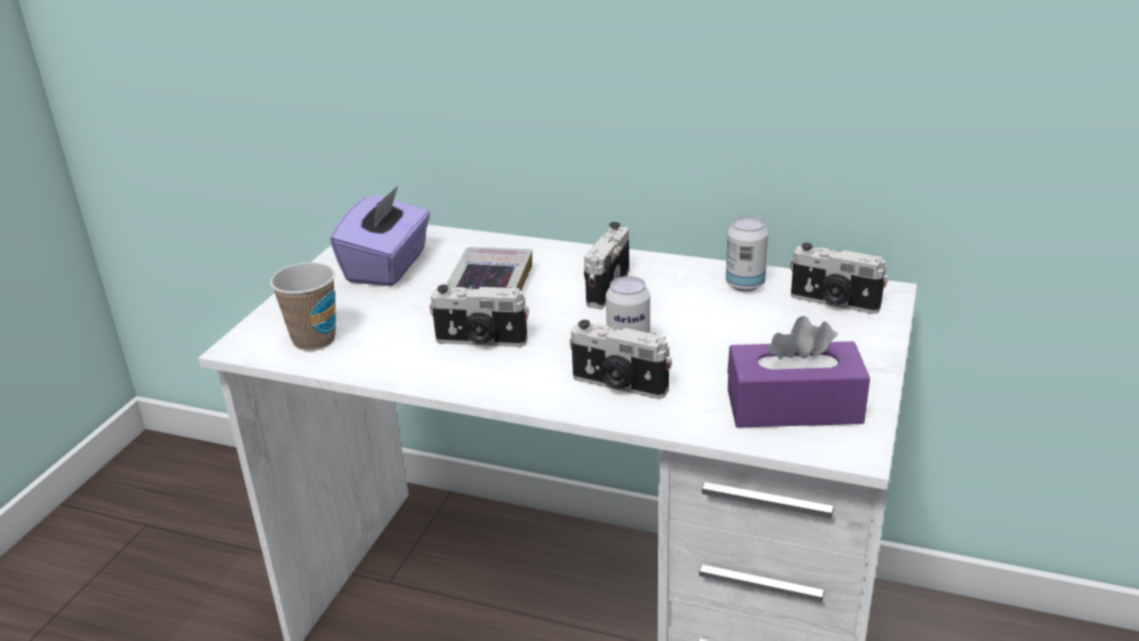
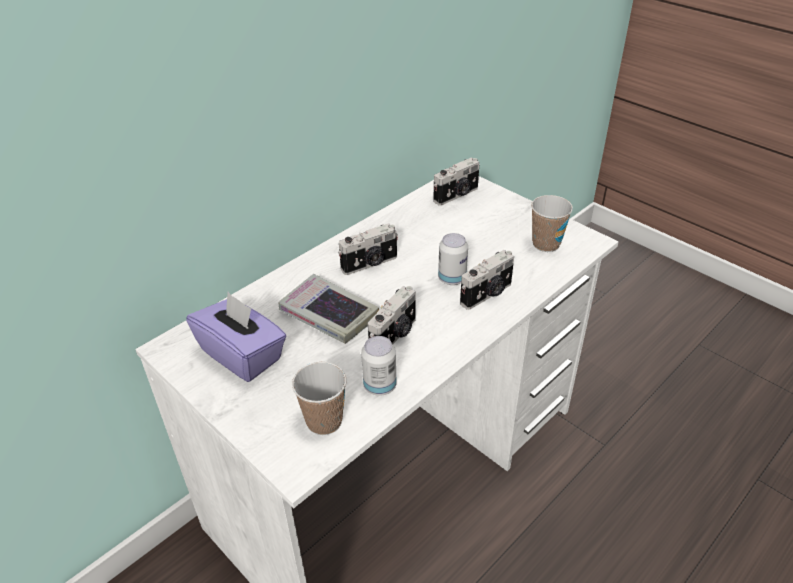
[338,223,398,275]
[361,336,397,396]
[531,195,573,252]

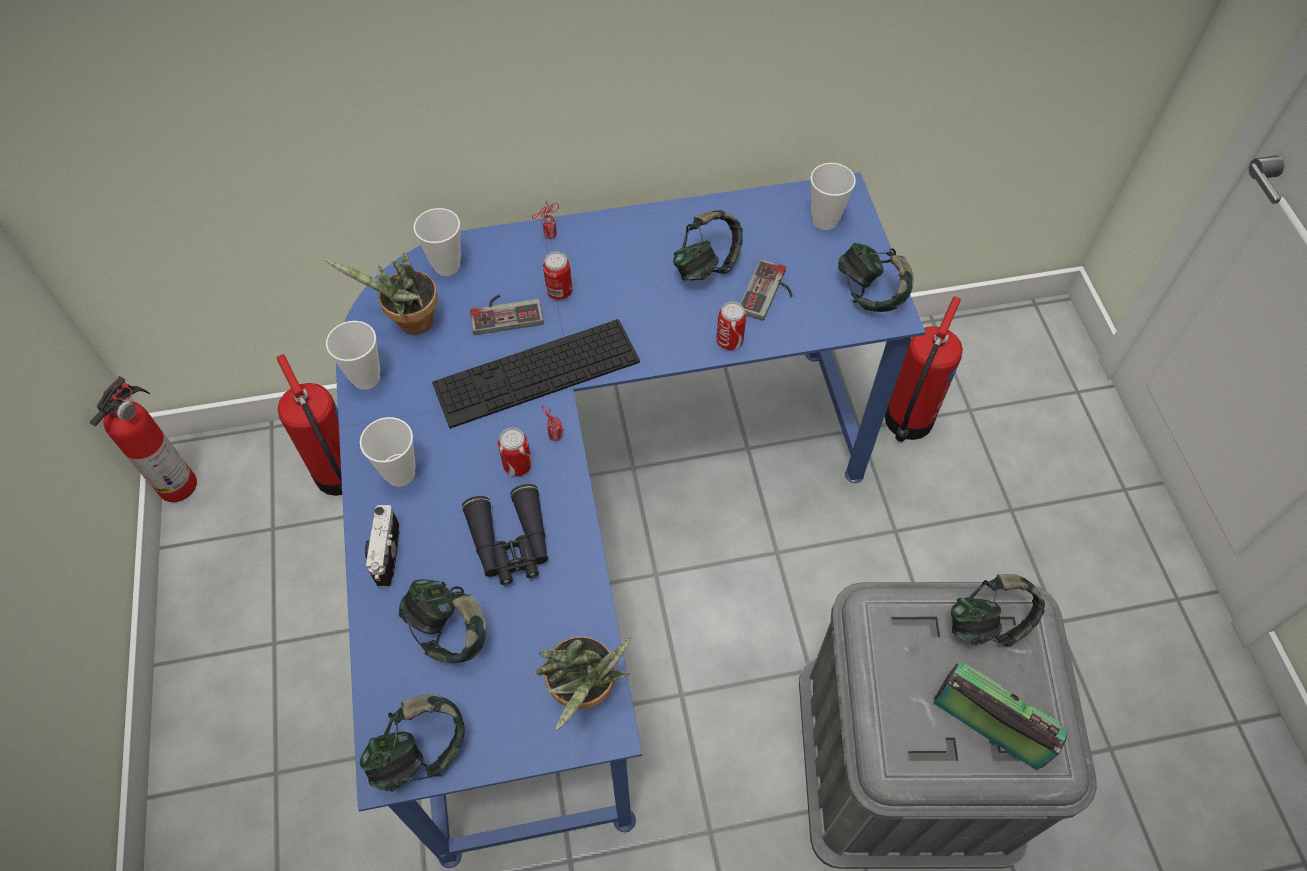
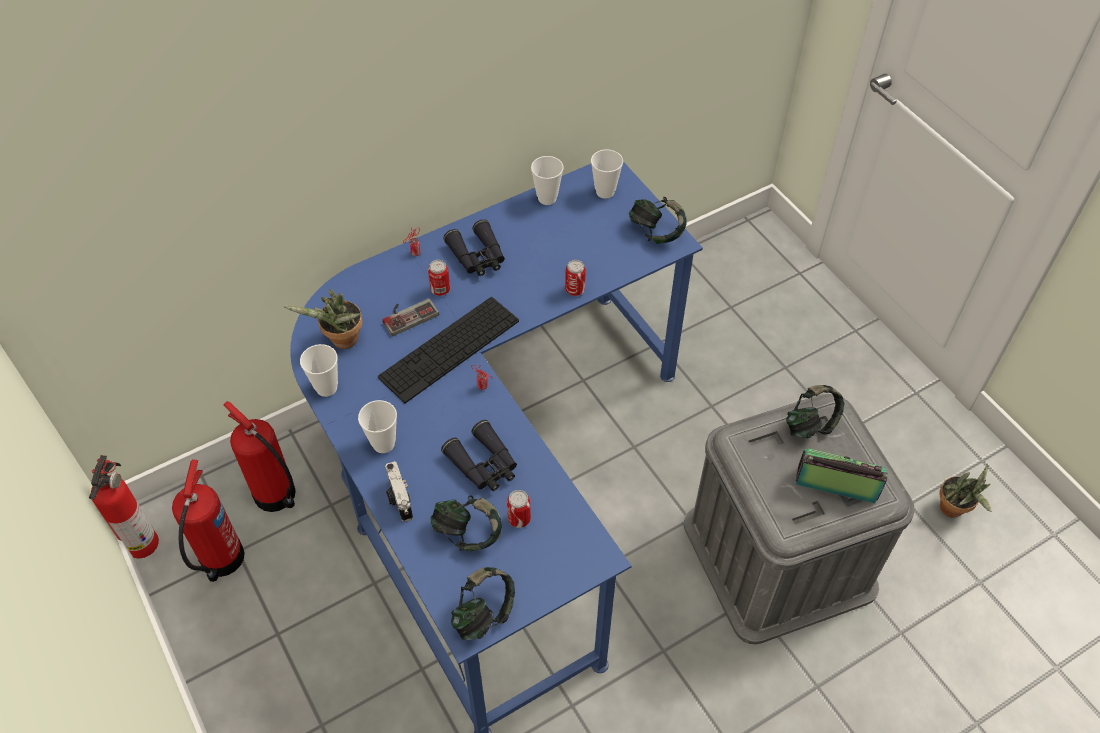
[531,156,564,205]
[507,490,531,528]
[939,464,991,518]
[673,210,743,280] (first image)
[740,259,793,321] (first image)
[172,459,245,582]
[444,219,505,276]

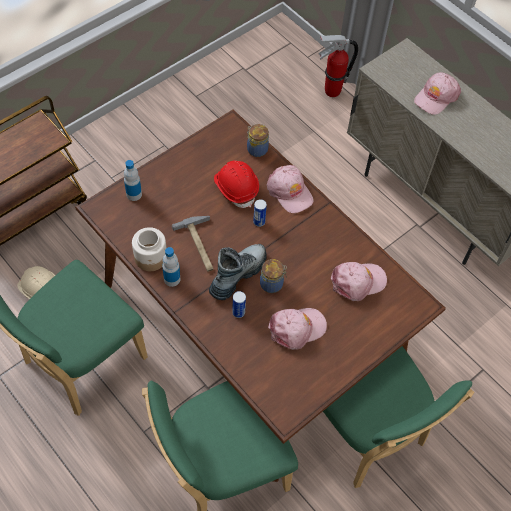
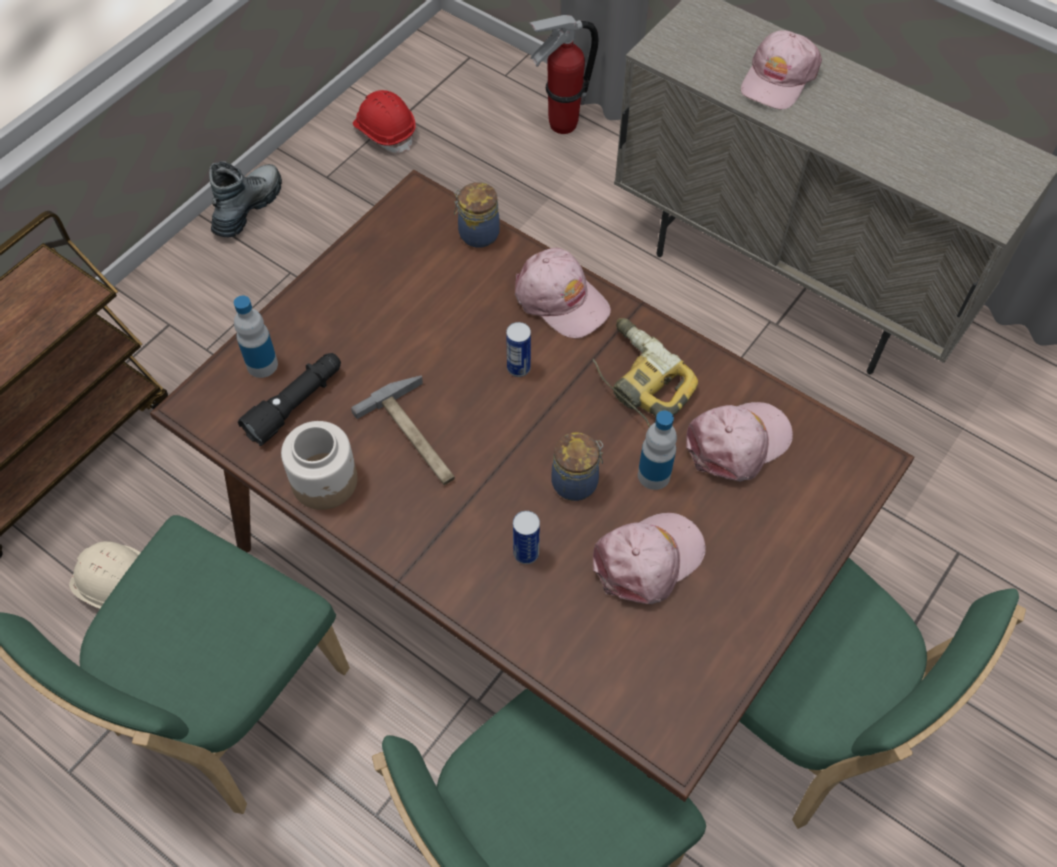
[638,410,677,490]
[209,161,282,237]
[353,90,416,153]
[238,353,341,446]
[592,318,698,427]

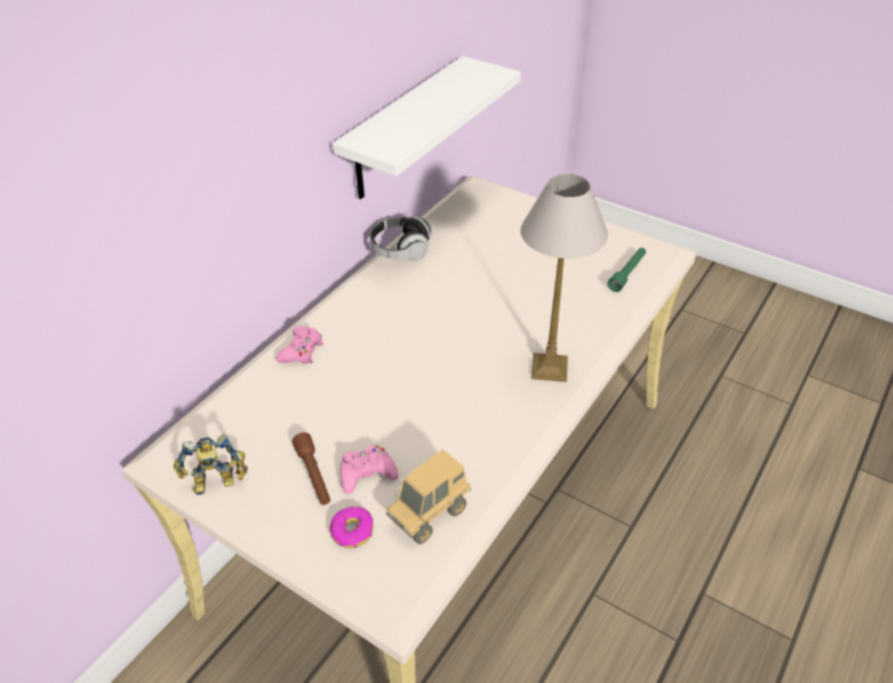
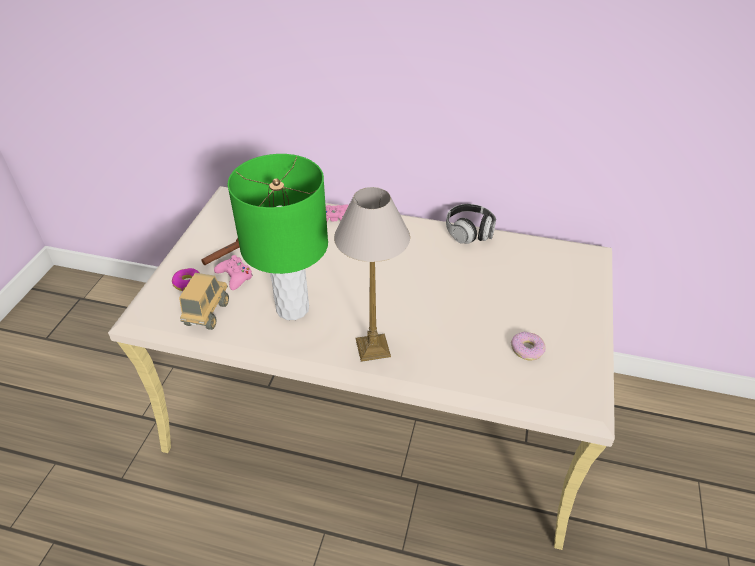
[174,434,248,495] (first image)
[333,56,521,199] (first image)
[179,273,229,330]
[607,248,646,292] (first image)
[227,154,328,320]
[511,332,546,361]

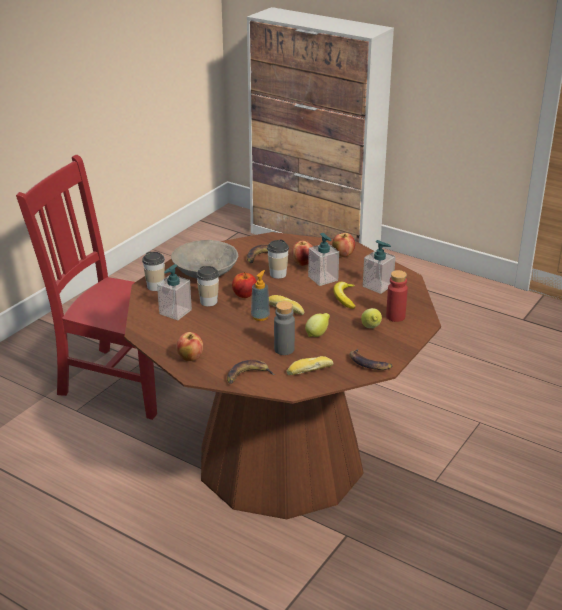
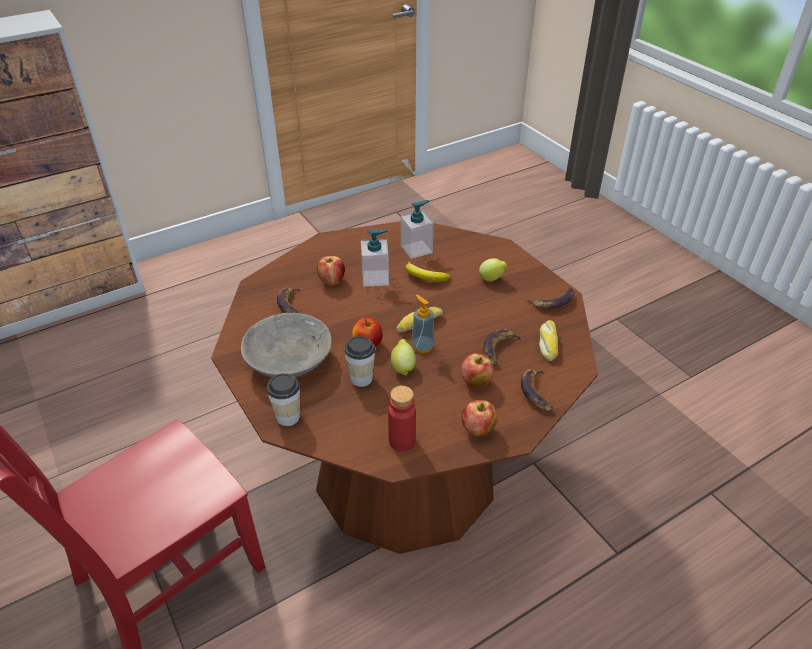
[157,264,192,320] (first image)
[267,240,289,279] (first image)
[483,329,524,366]
[391,339,416,376]
[461,353,494,388]
[388,386,416,451]

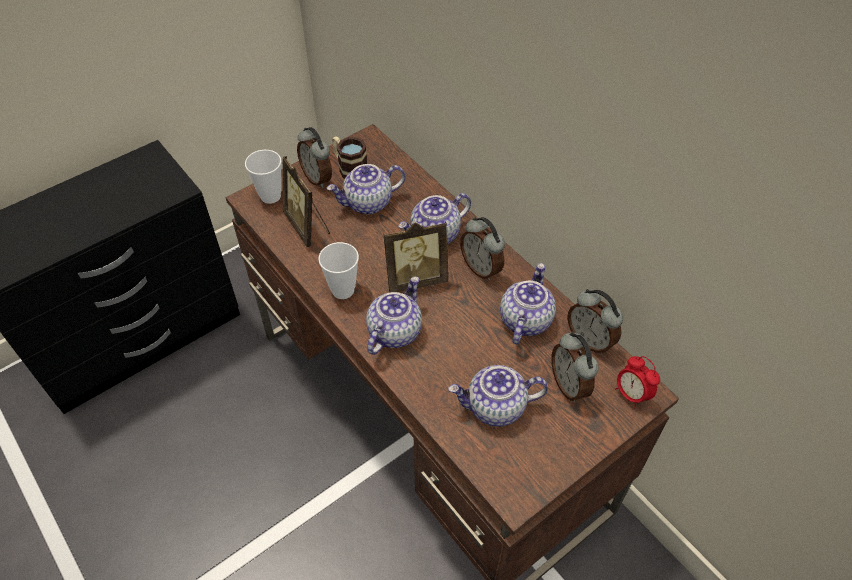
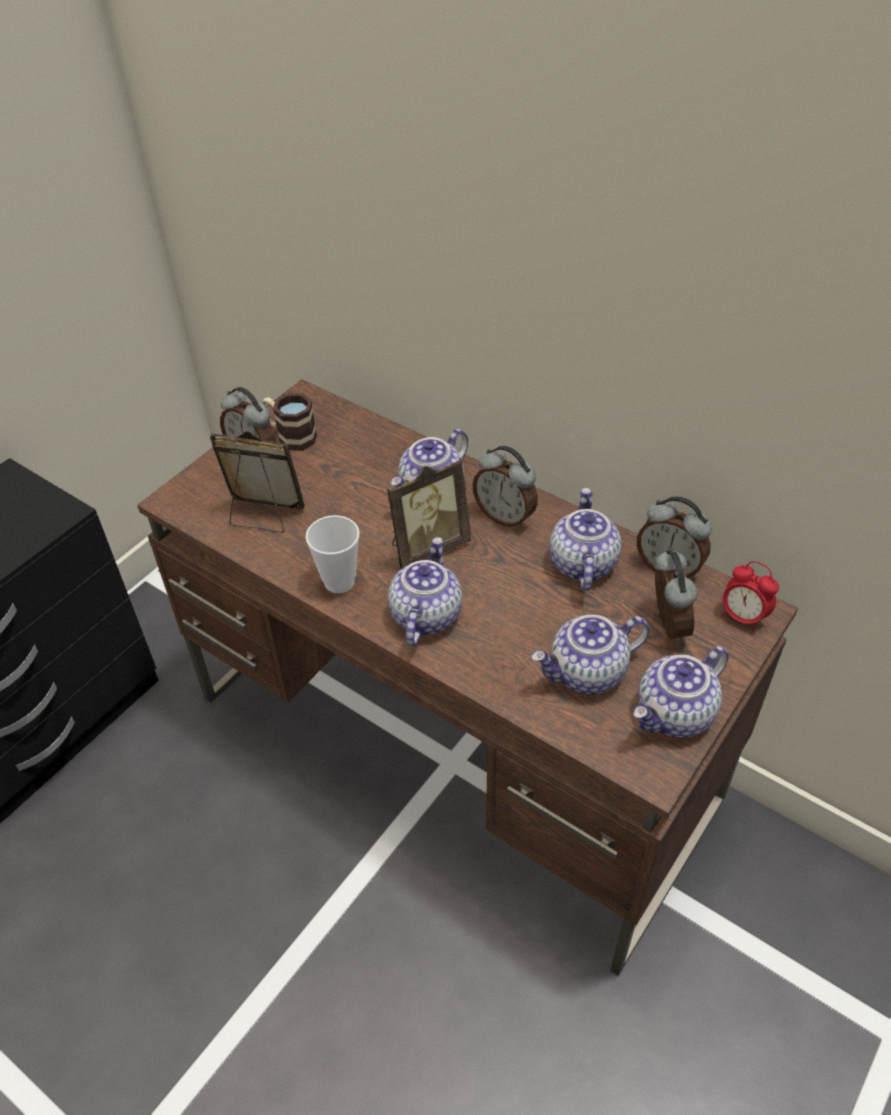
[245,150,282,204] (first image)
[210,431,305,533]
[633,646,729,738]
[655,549,697,643]

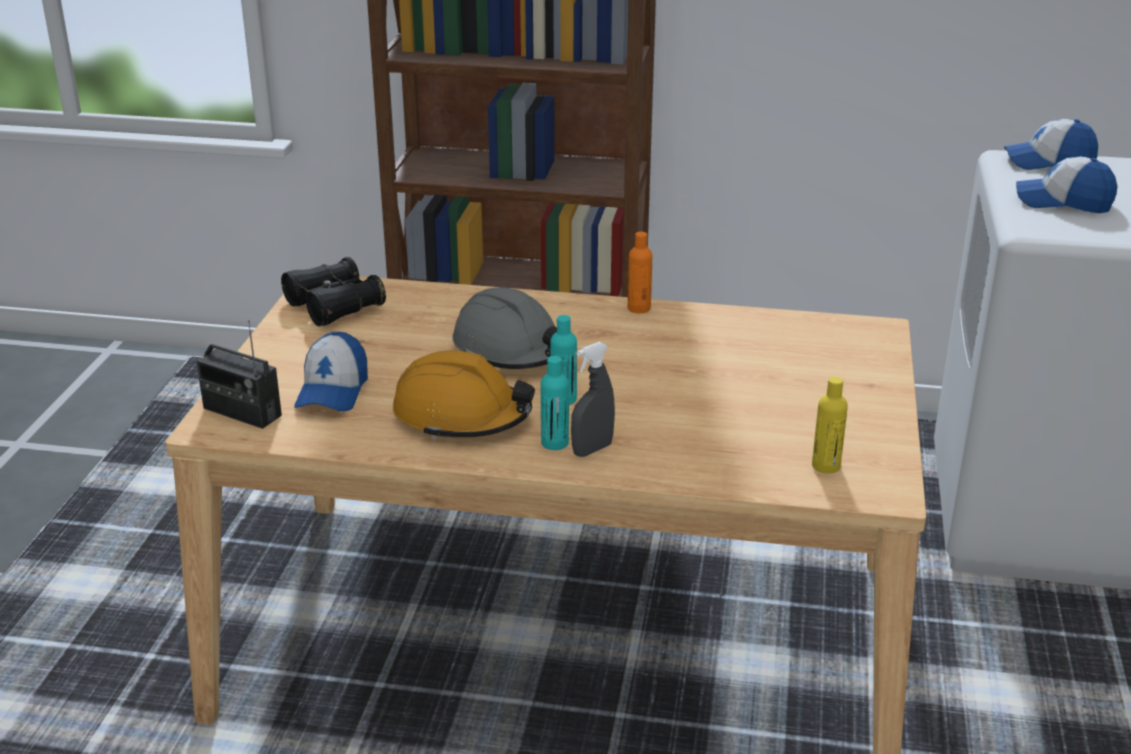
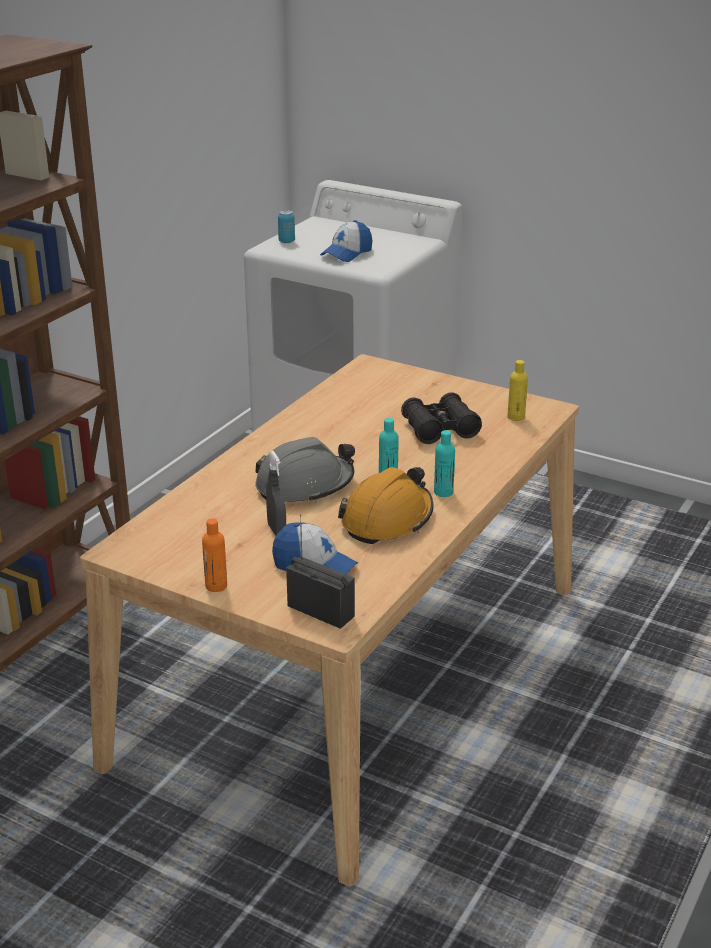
[286,515,355,629]
[401,392,482,444]
[266,451,286,536]
[202,518,227,592]
[278,210,295,243]

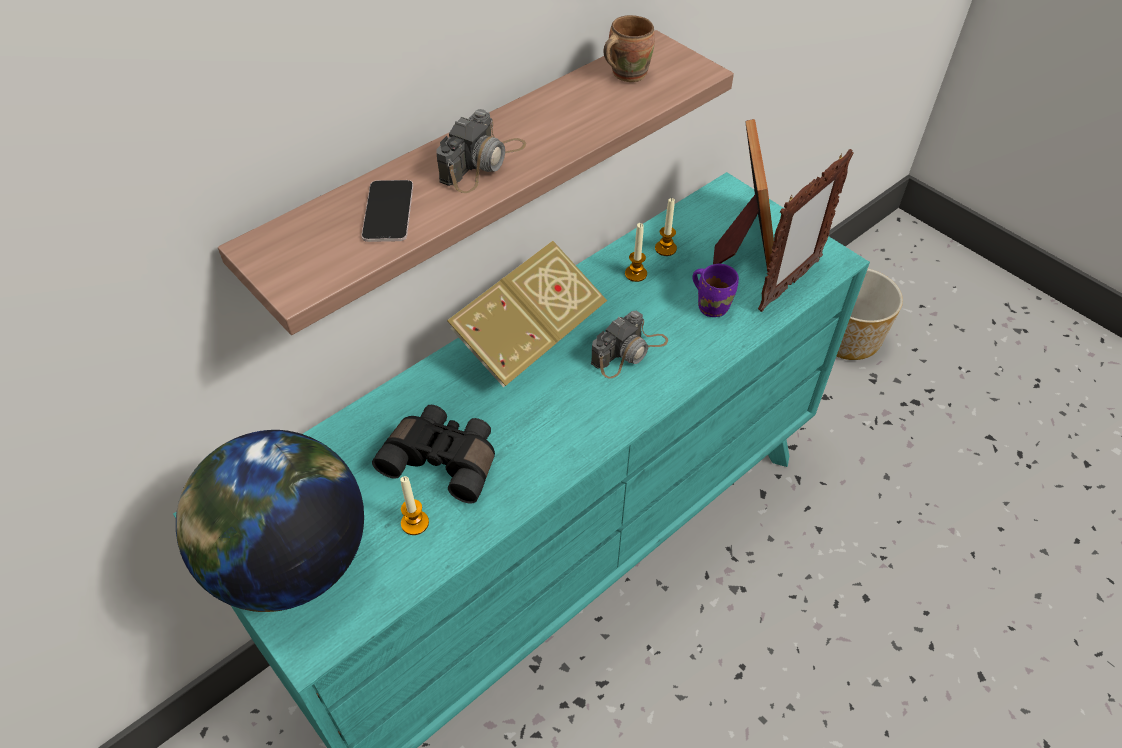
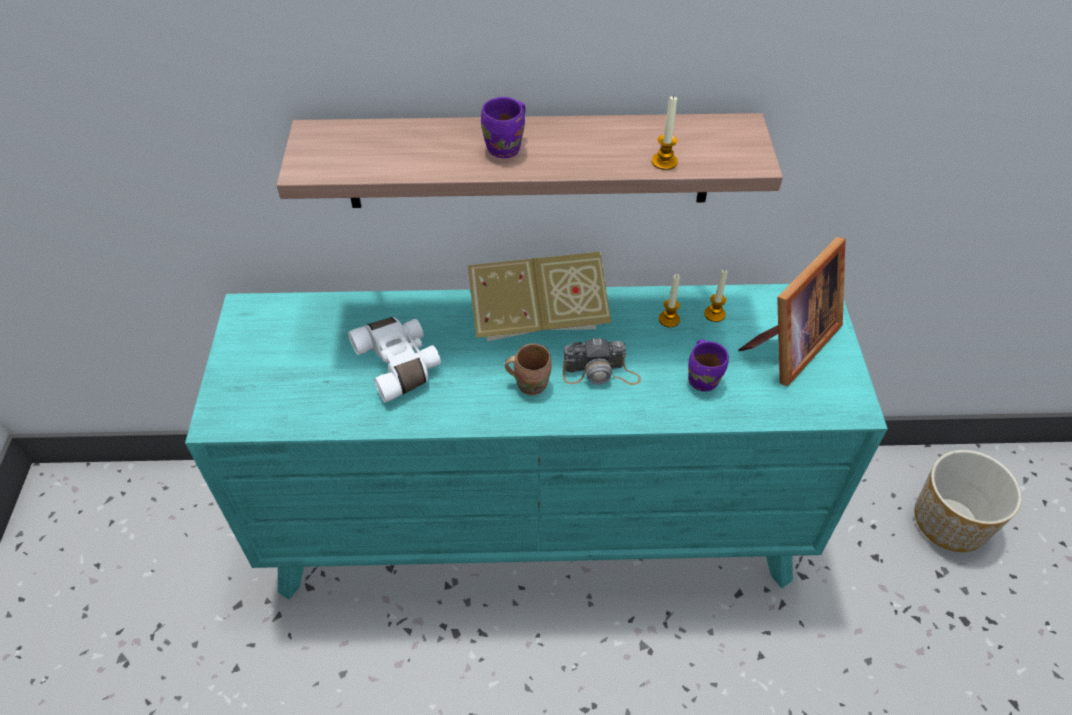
[176,430,364,612] (first image)
[361,180,413,242] (first image)
[348,317,441,402]
[652,95,678,170]
[481,97,526,158]
[504,343,552,396]
[758,149,854,312] (first image)

